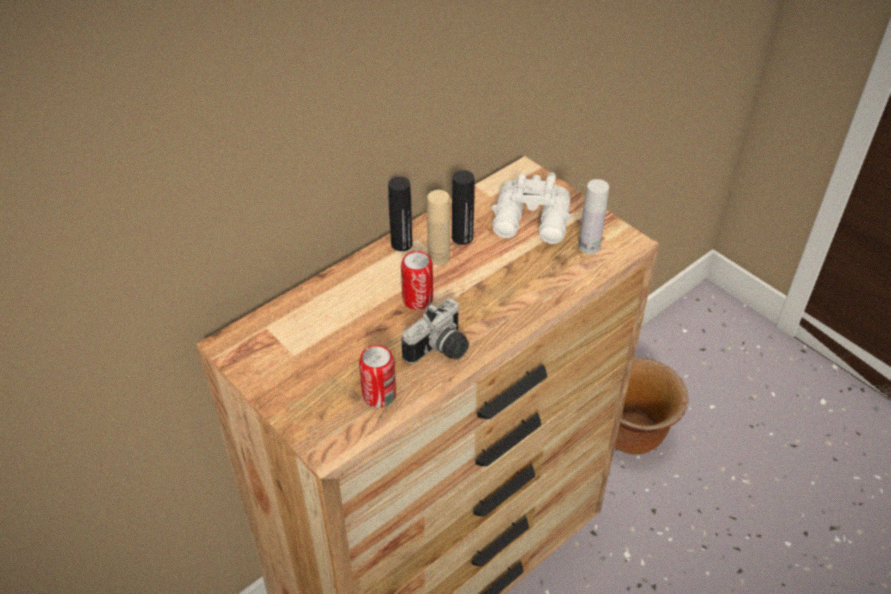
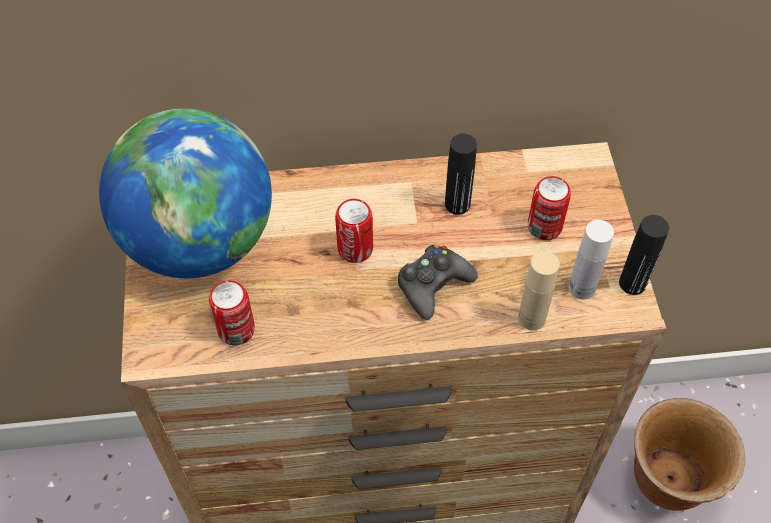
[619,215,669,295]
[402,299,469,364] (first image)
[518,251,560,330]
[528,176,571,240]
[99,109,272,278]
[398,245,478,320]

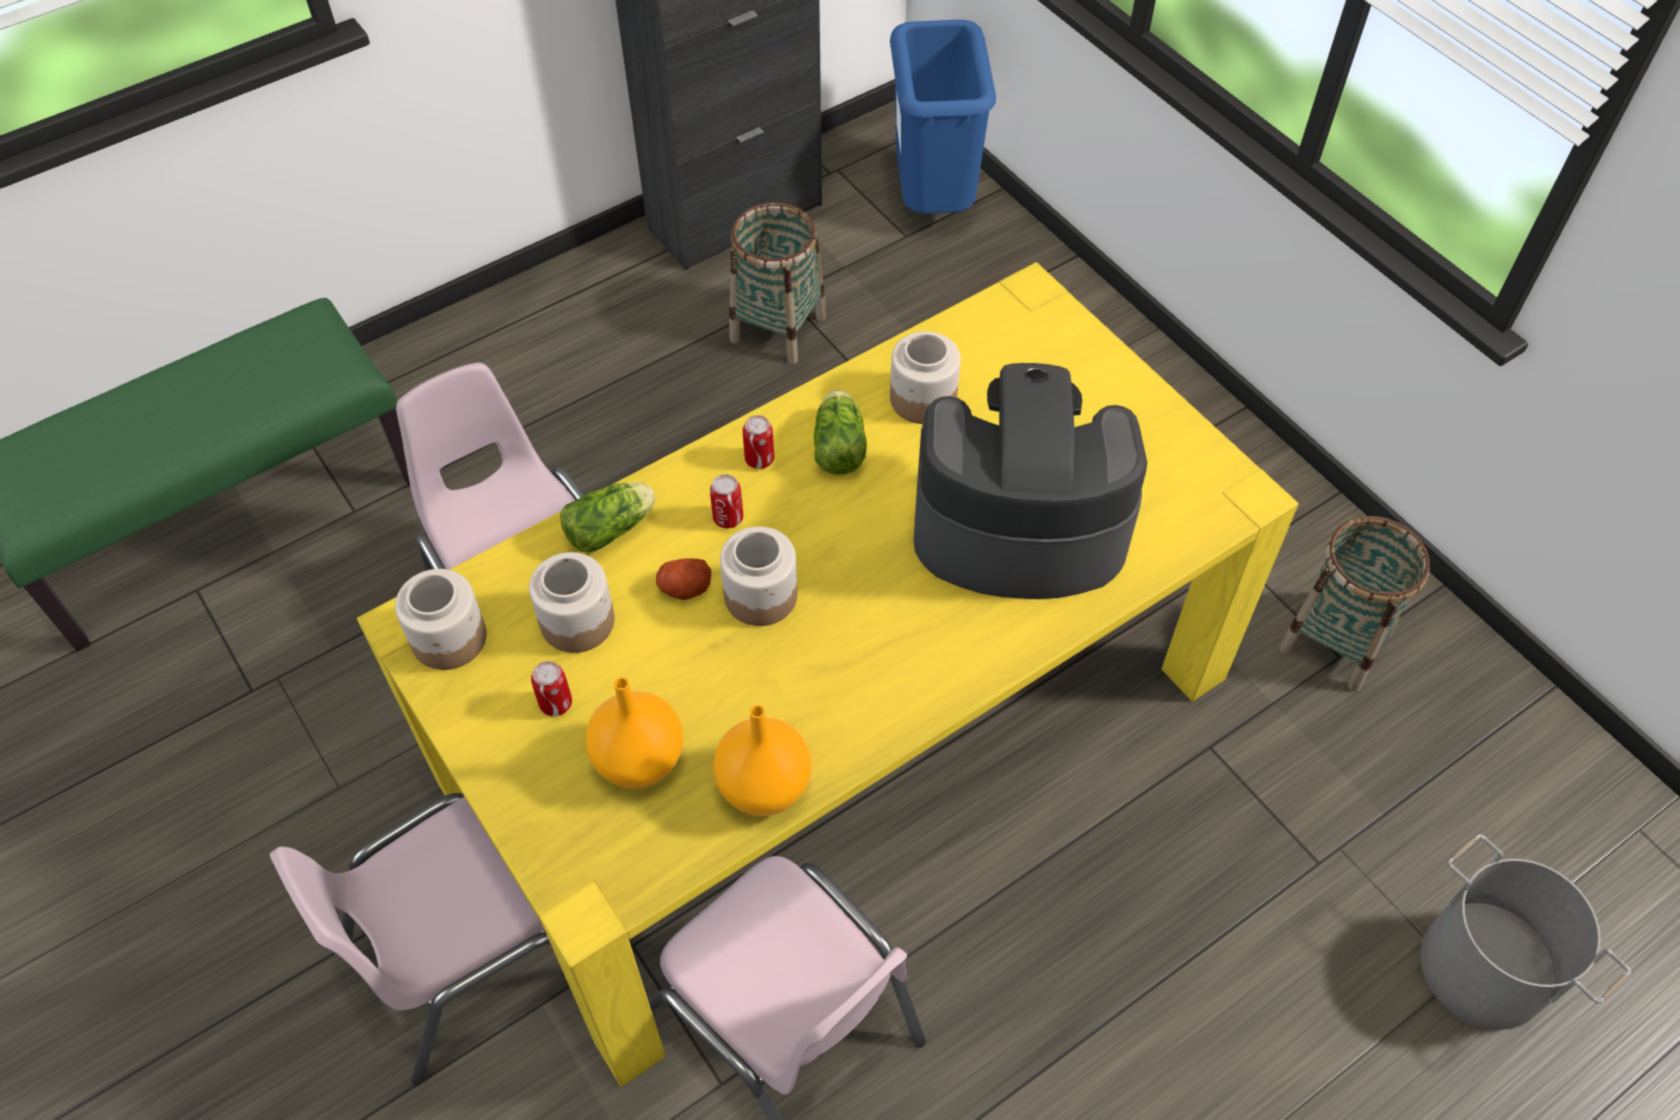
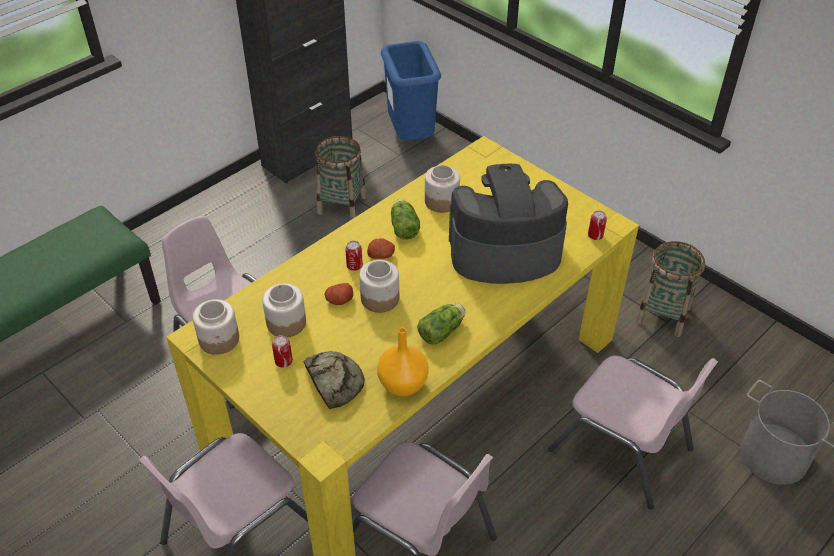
[417,303,465,345]
[303,351,365,409]
[588,211,607,240]
[367,238,395,259]
[548,355,718,509]

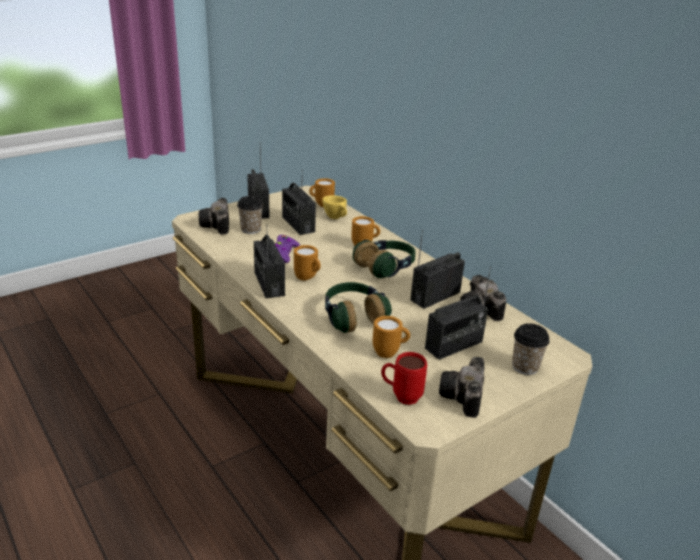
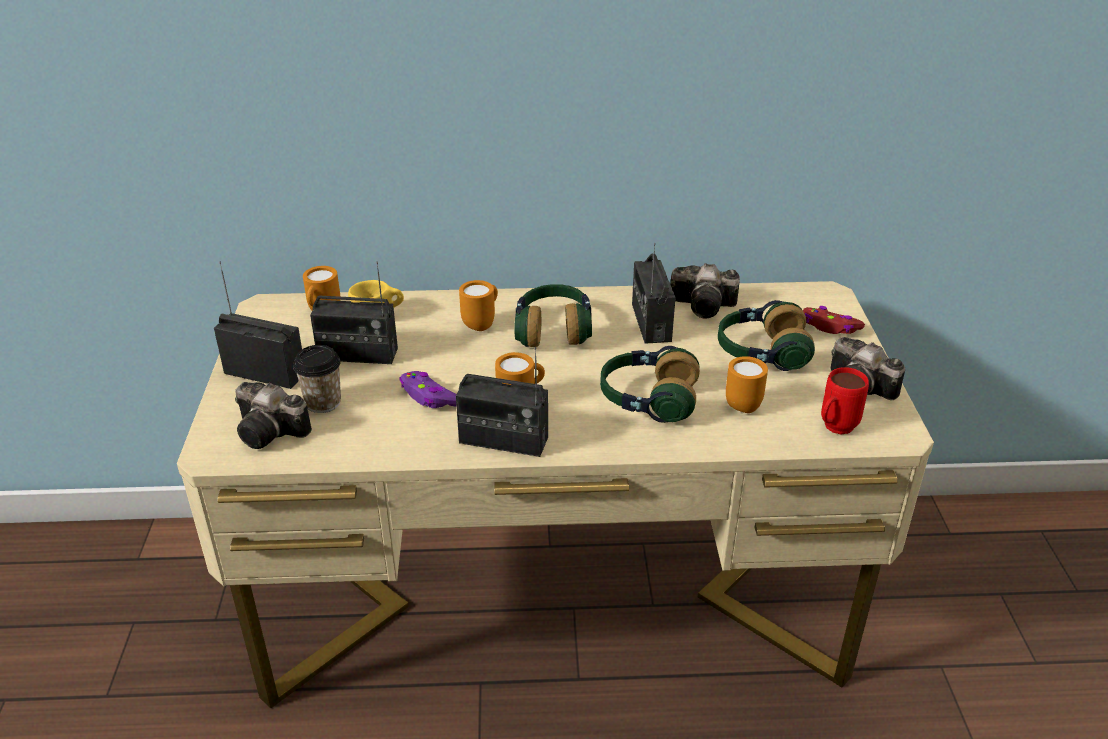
[718,300,815,371]
[803,306,865,334]

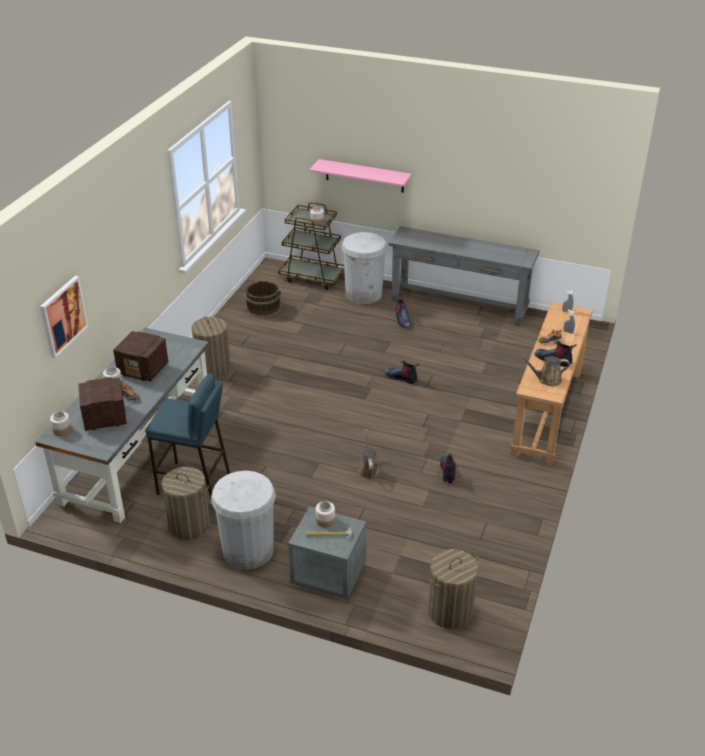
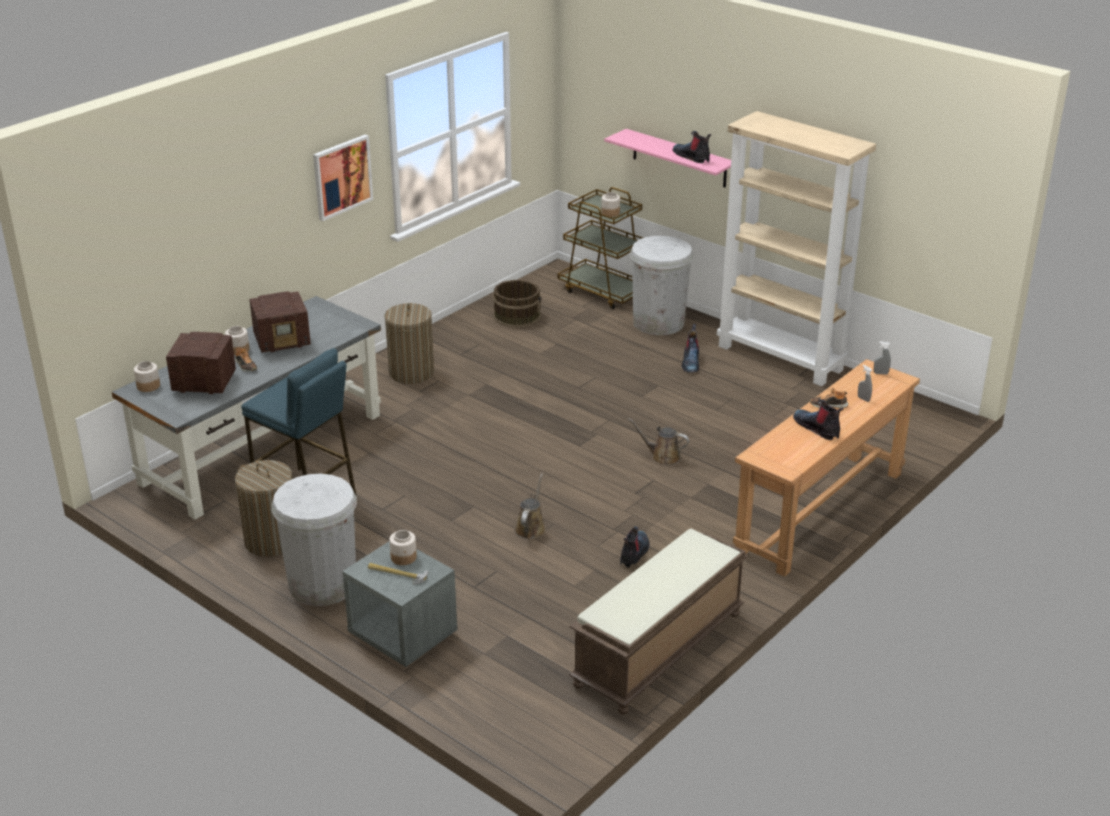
[313,134,373,221]
[249,291,311,353]
[673,131,711,163]
[717,111,876,386]
[428,549,480,629] (first image)
[628,418,689,466]
[569,529,748,715]

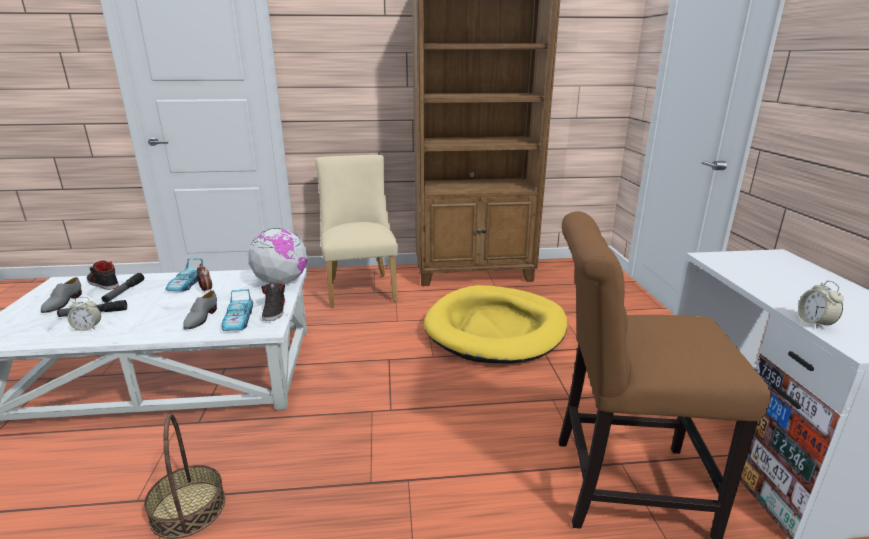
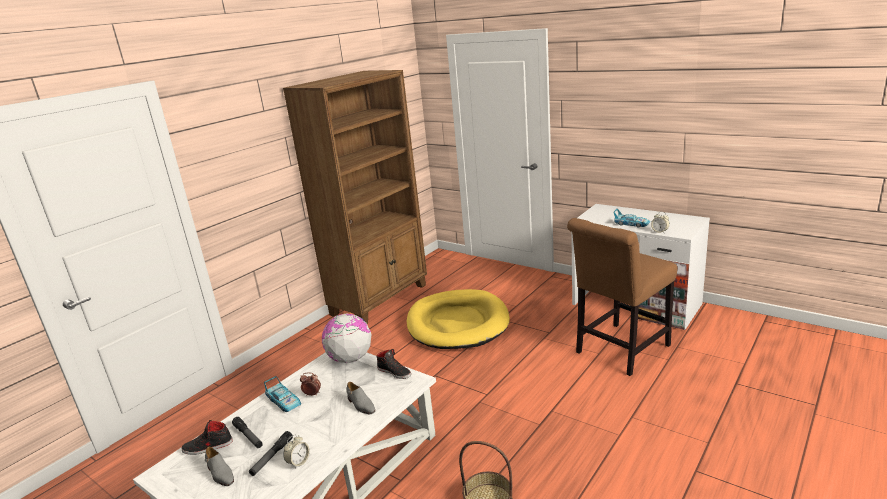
[613,209,650,228]
[315,155,398,308] (first image)

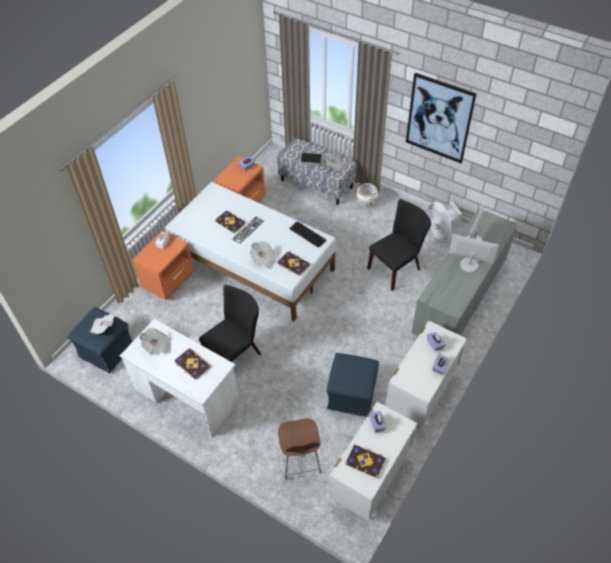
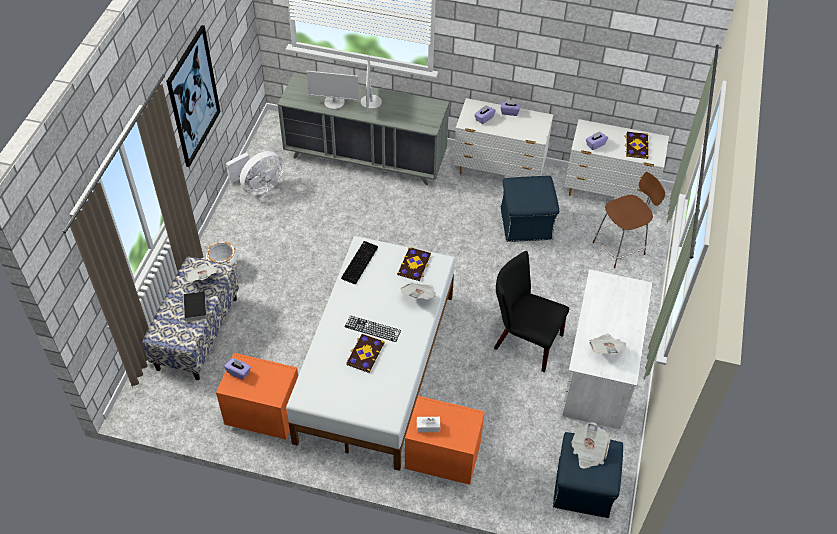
[174,348,210,380] (first image)
[367,199,431,291] (first image)

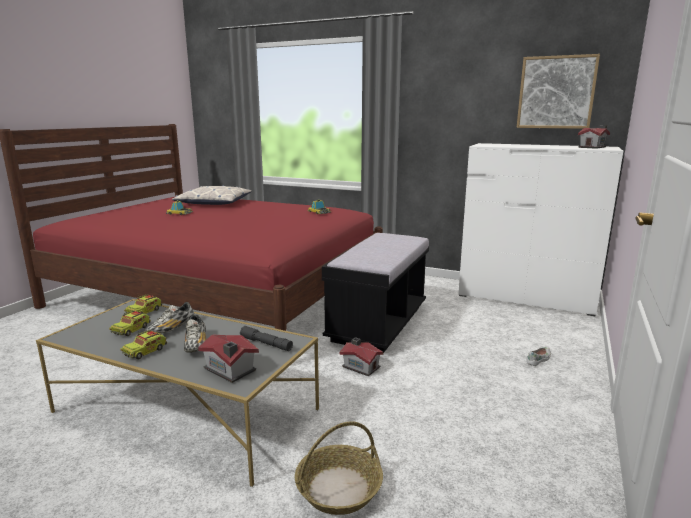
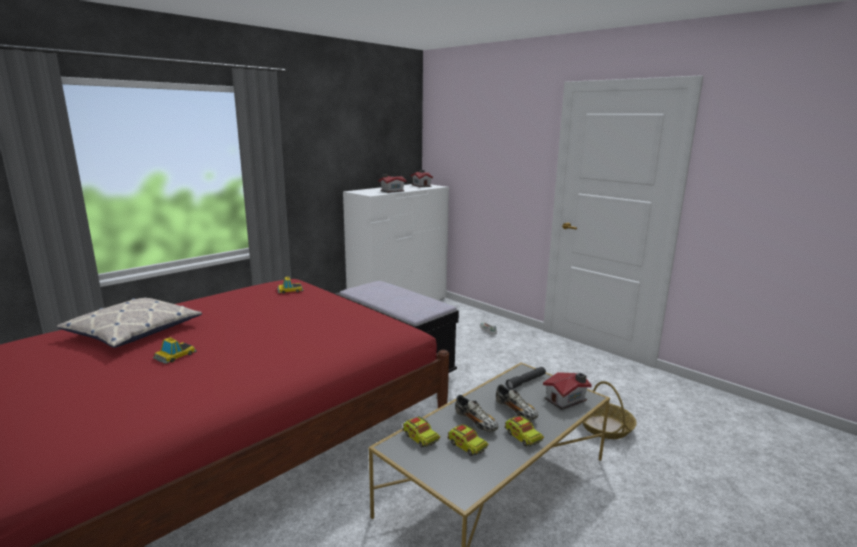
[496,384,538,420]
[379,174,406,193]
[516,54,600,129] (first image)

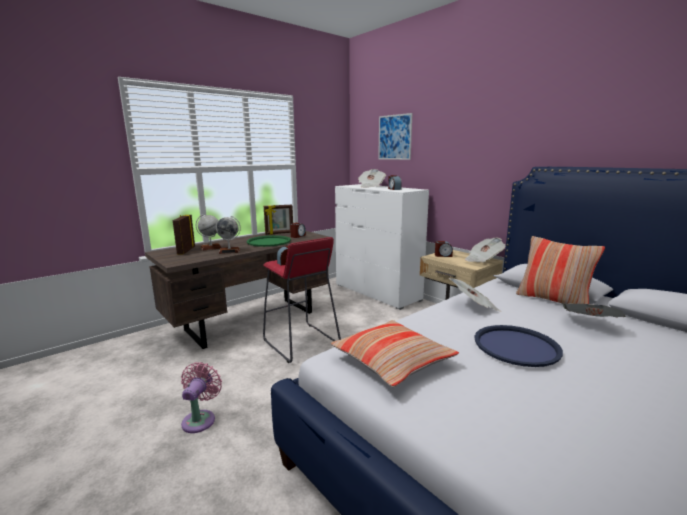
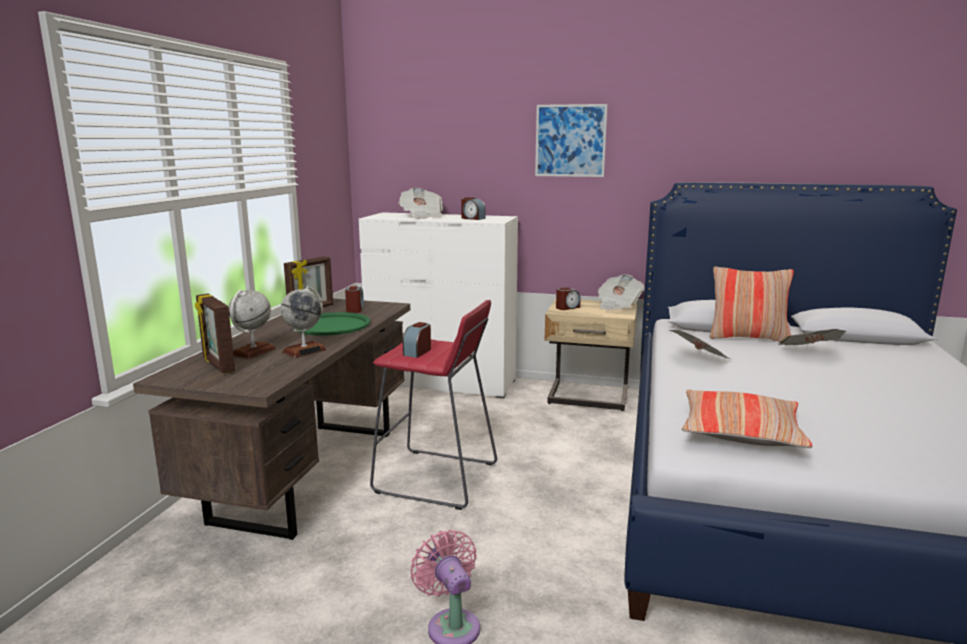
[535,104,607,177]
[475,325,563,367] (first image)

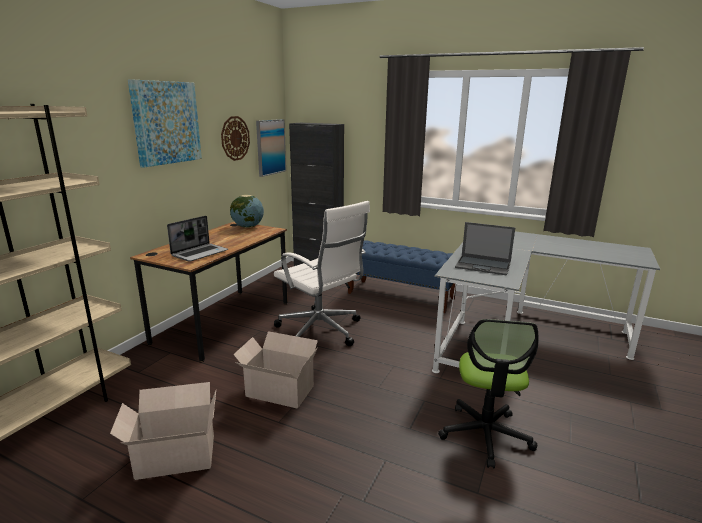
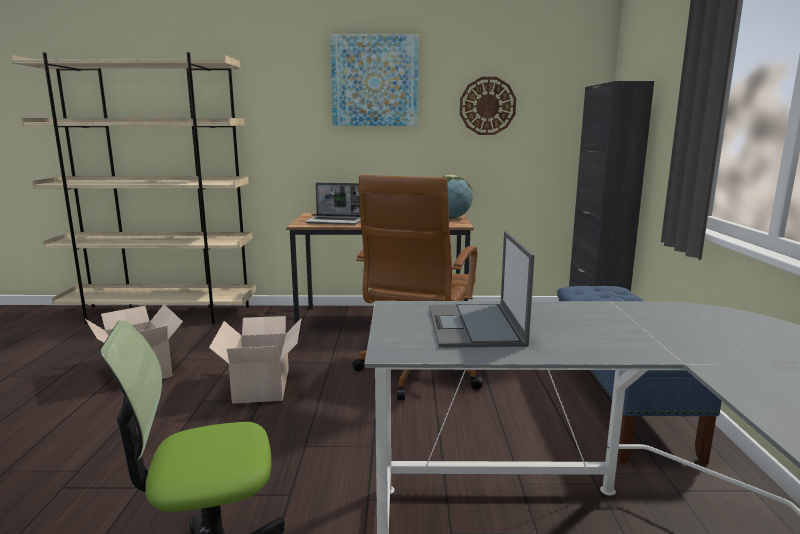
[256,119,286,177] (first image)
[352,175,484,400]

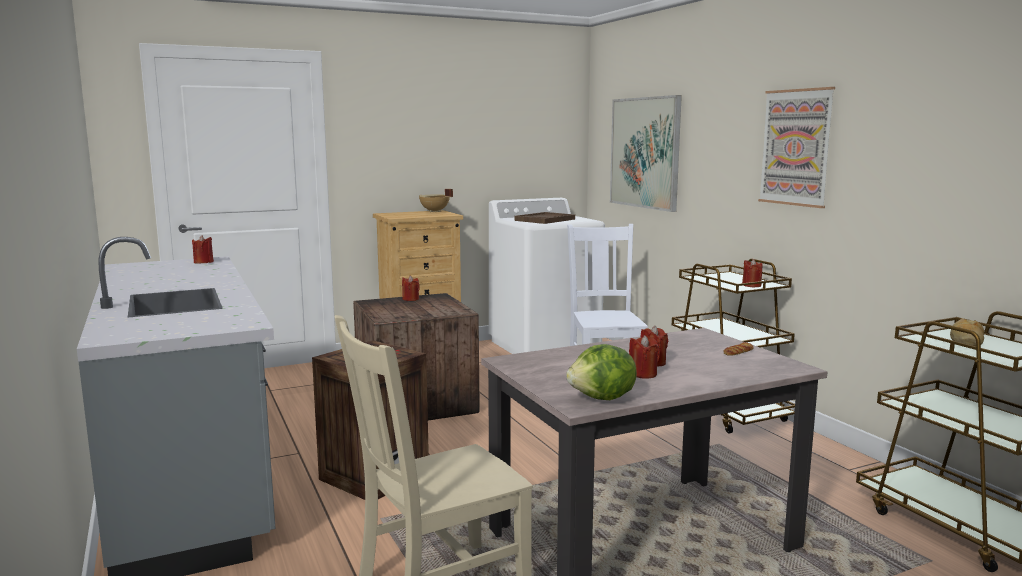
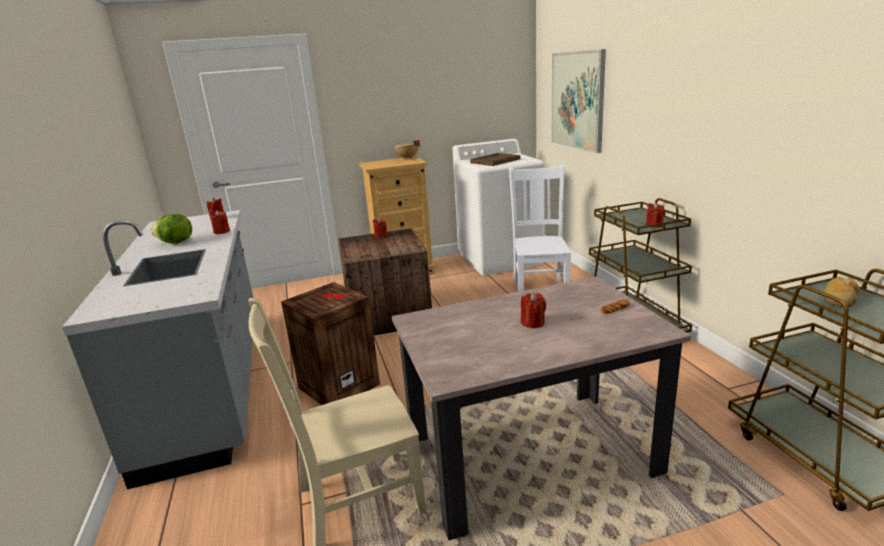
[151,214,192,244]
[209,210,230,234]
[758,87,835,208] (first image)

